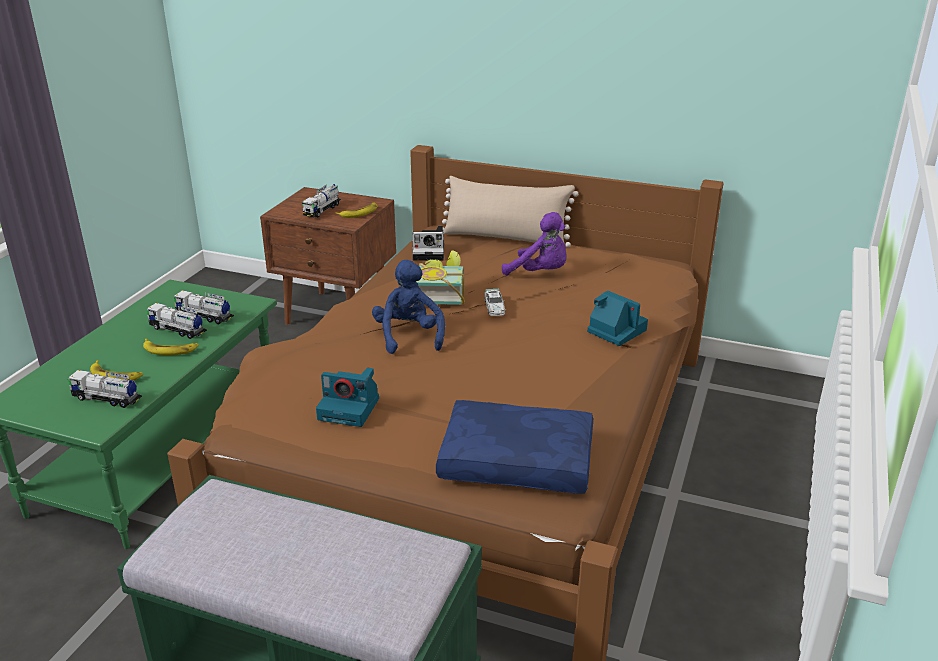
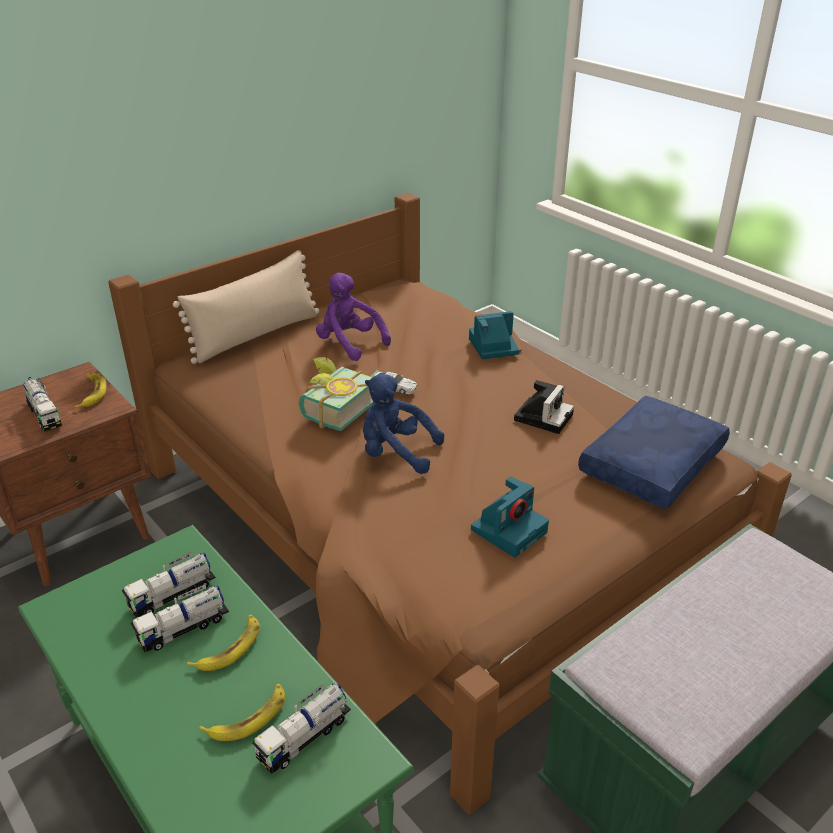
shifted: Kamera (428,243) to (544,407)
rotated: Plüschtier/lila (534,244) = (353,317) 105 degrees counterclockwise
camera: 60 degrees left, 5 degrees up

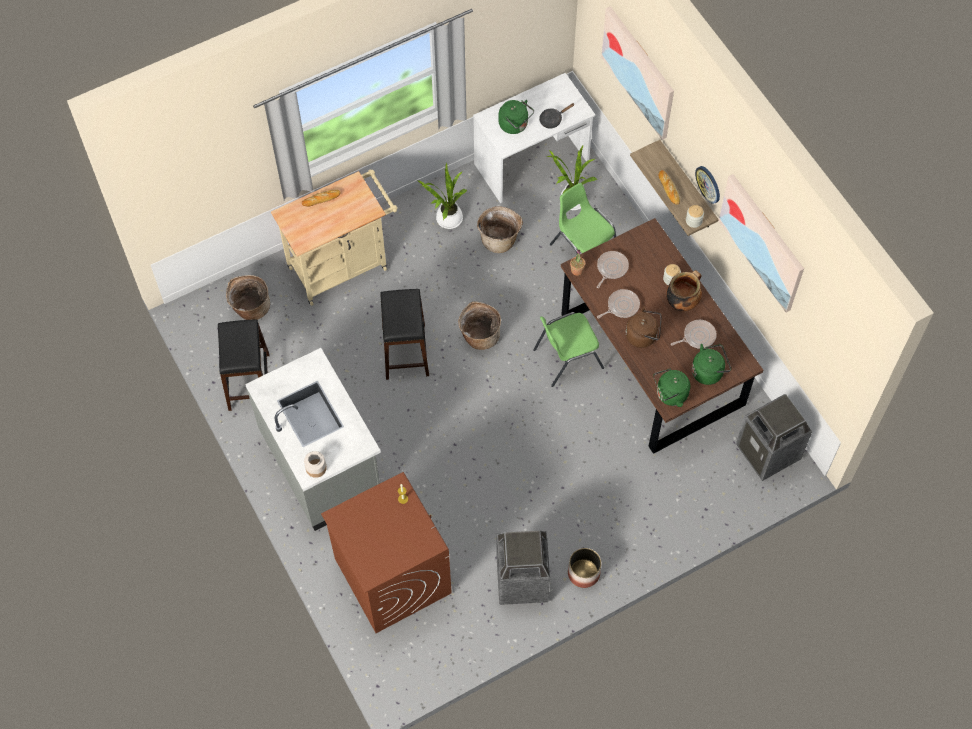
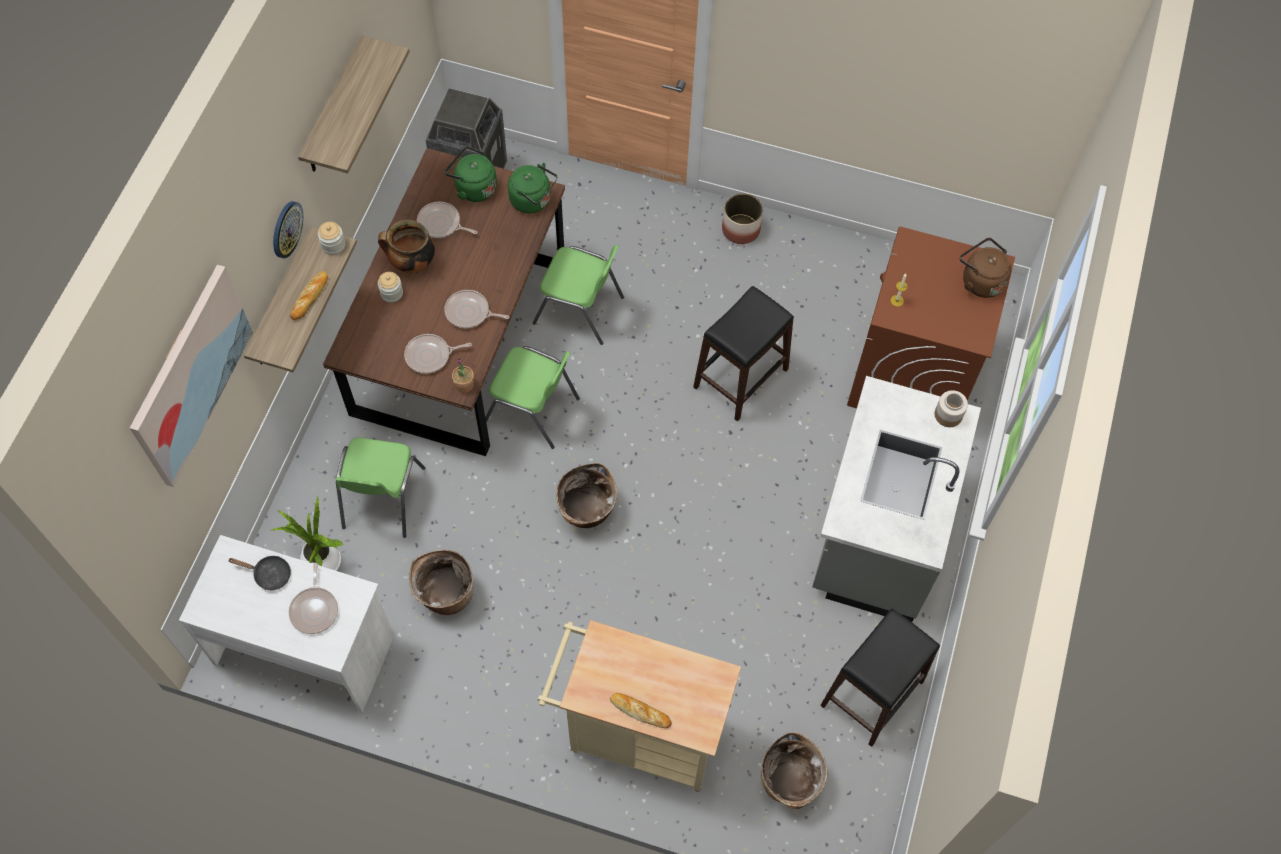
gone: Topfpflanze (442,196); Mülleimer (523,568)
new: Stuhl/grün (578,295)
shifted: Hocker/schwarz (404,334) to (743,354); Wasserkessel/braun (644,327) to (985,268)
swapped: Wasserkessel/grün (516,117) to Pfanne (313,598); Bild (761,243) to Wandregal (353,104)
camera: 135 degrees left, 0 degrees up

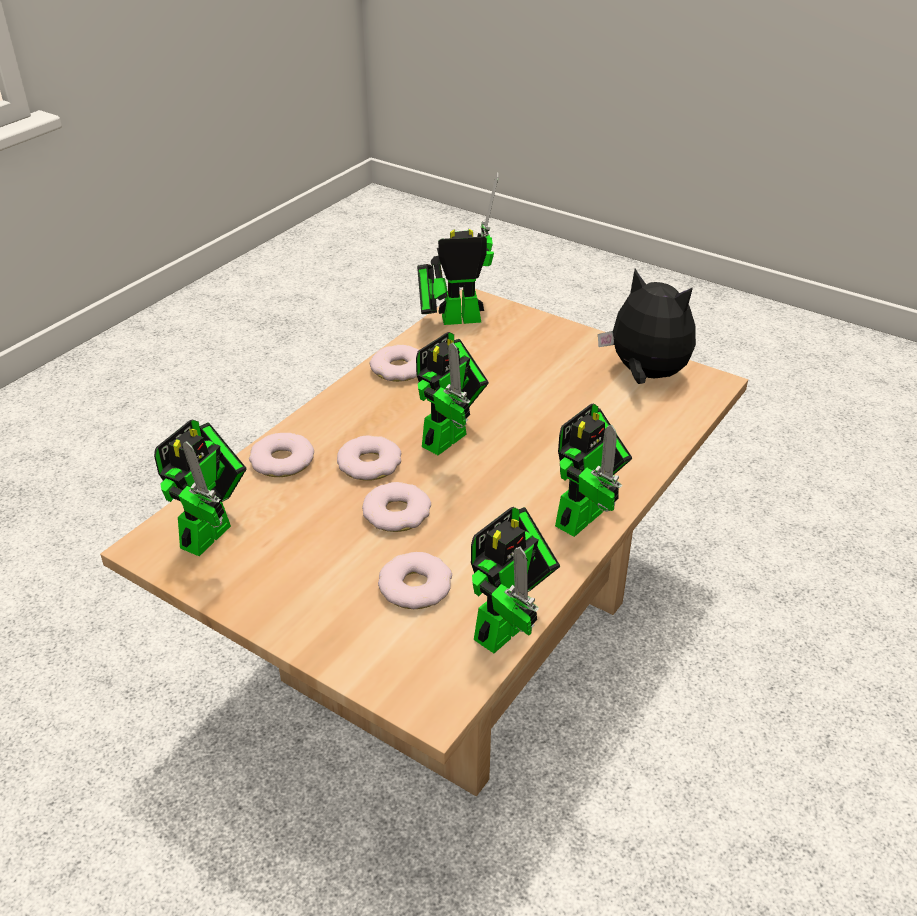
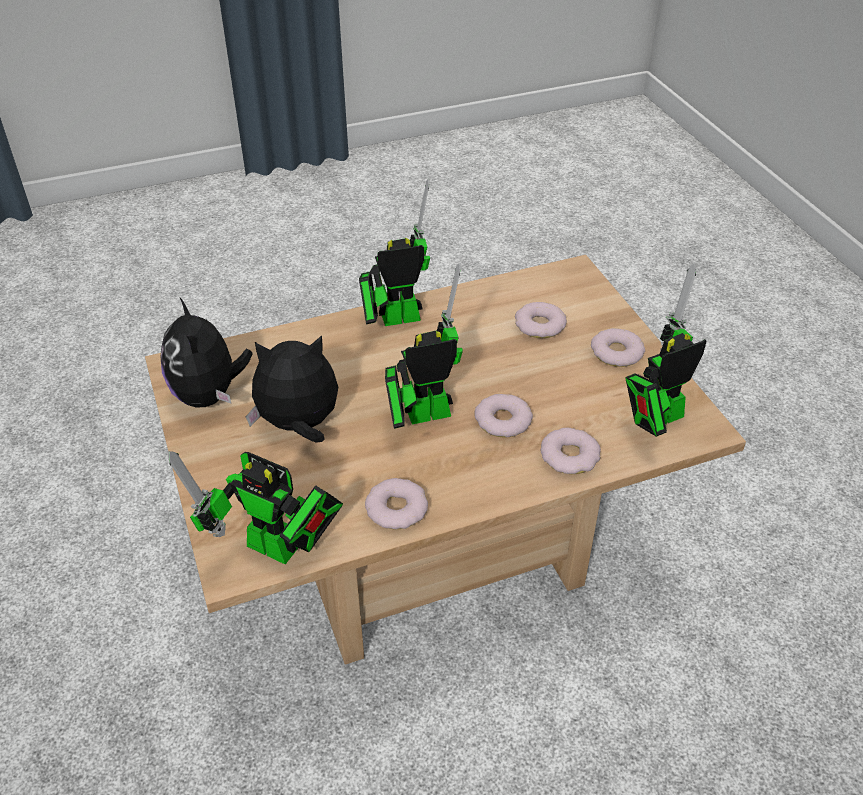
gone: Spielzeugroboter (515,580)
new: Plüschtier (292,389)
shifted: Donut (396,507) to (618,347)
camera: 145 degrees left, 5 degrees up

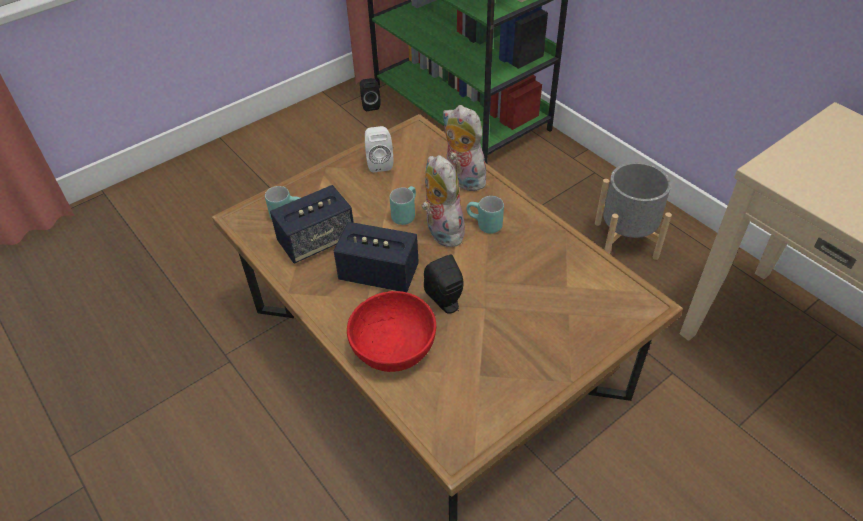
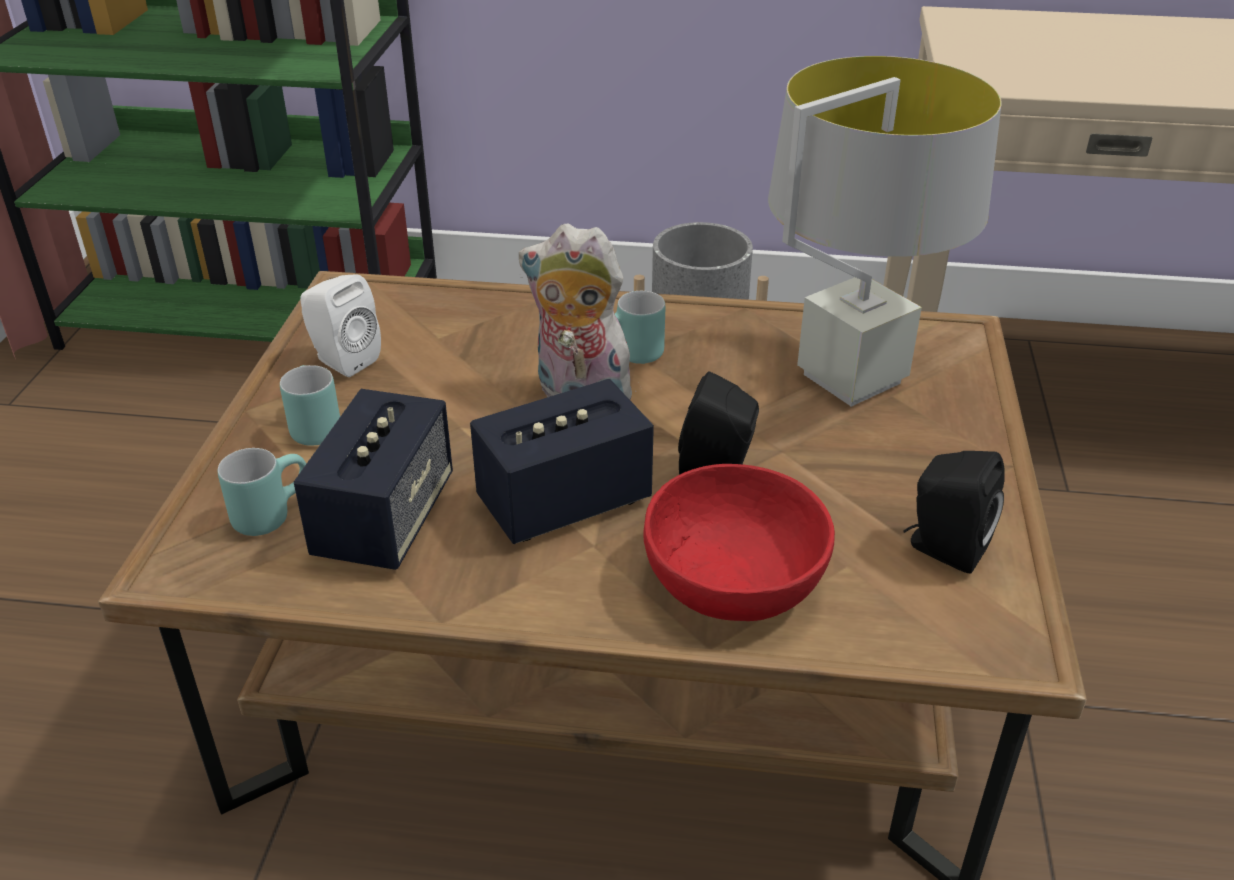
gone: Plüschtier (465,148)
new: Tischlampe/grau (885,231)
shifted: Lautsprecher/schwarz (370,94) to (954,512); Henkelbecher/türkis (403,205) to (310,405)
camera: 45 degrees left, 10 degrees down

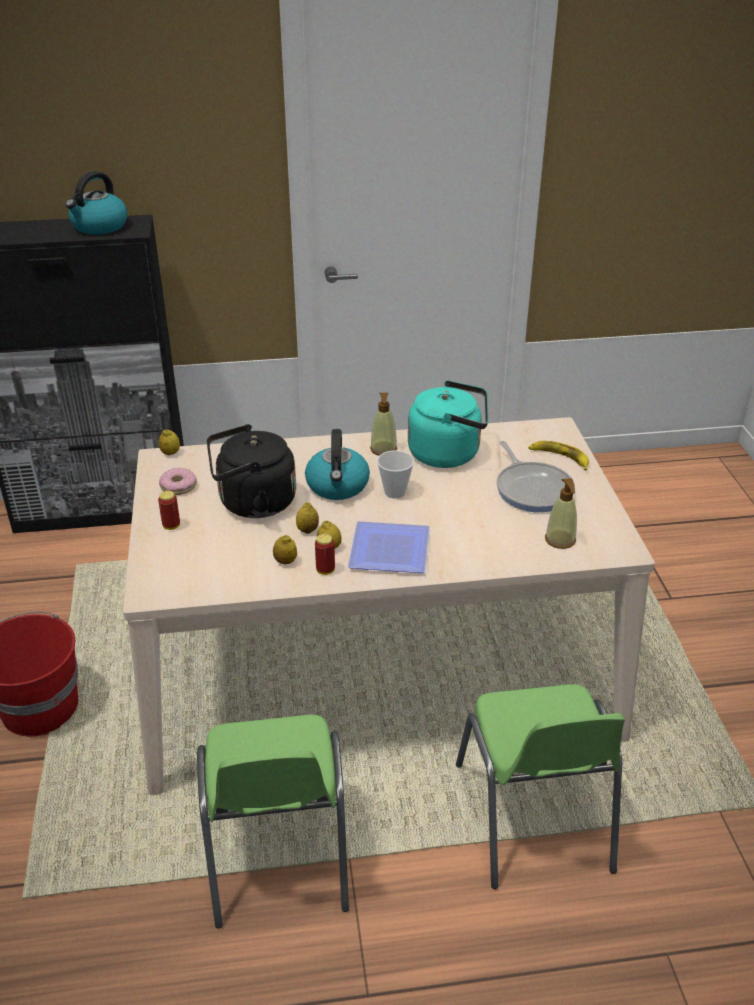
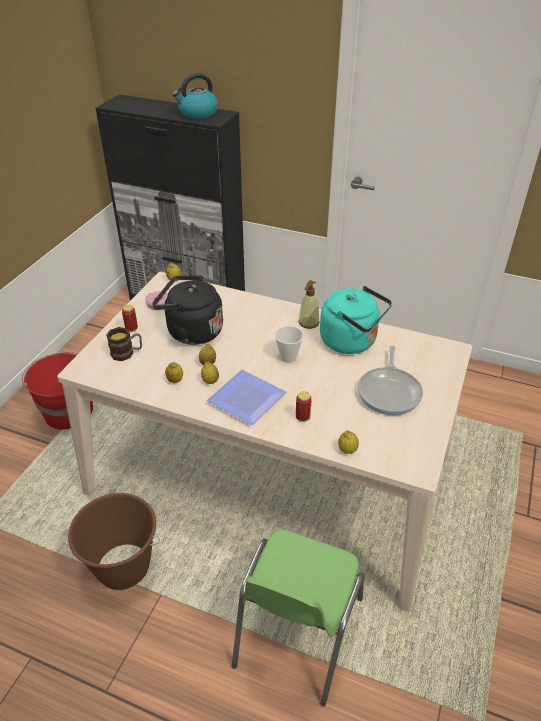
gone: Wasserkessel (337,464); Banane (558,456); Seifenspender (561,513)
new: Henkelbecher (124,344); Zitrone (348,442)
shifted: Dose (325,554) to (304,406)
swapped: Stuhl/grün (273,821) to Eimer/braun (114,541)
camera: 30 degrees right, 5 degrees up

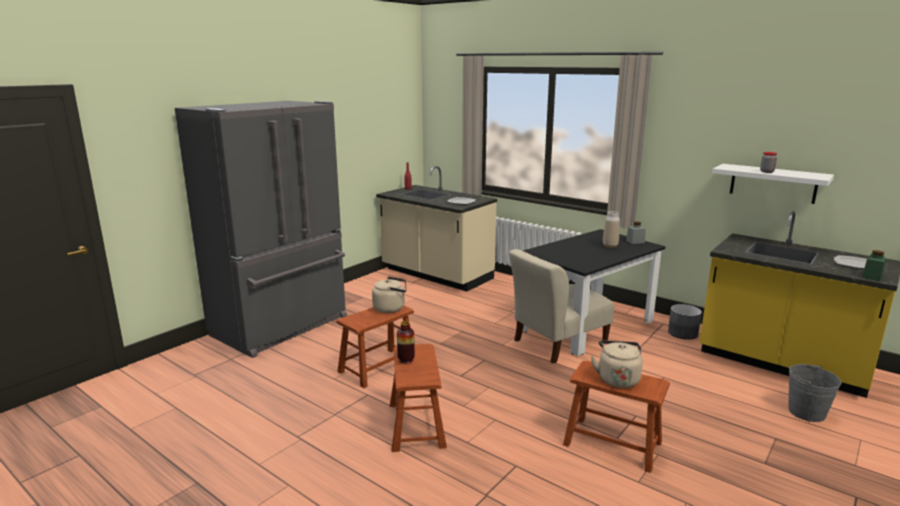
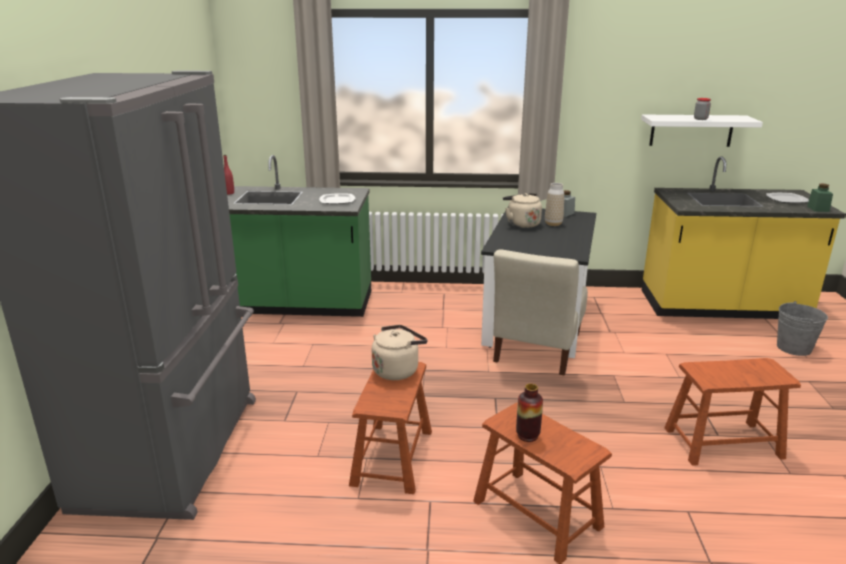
gone: Pflanzkübel/grau (685,322)
shifted: Wasserkessel/beige (617,364) to (522,210)
repainted: Küchenzeile/beige (436,228) to Küchenzeile/grün (299,236)
camera: 35 degrees left, 5 degrees up

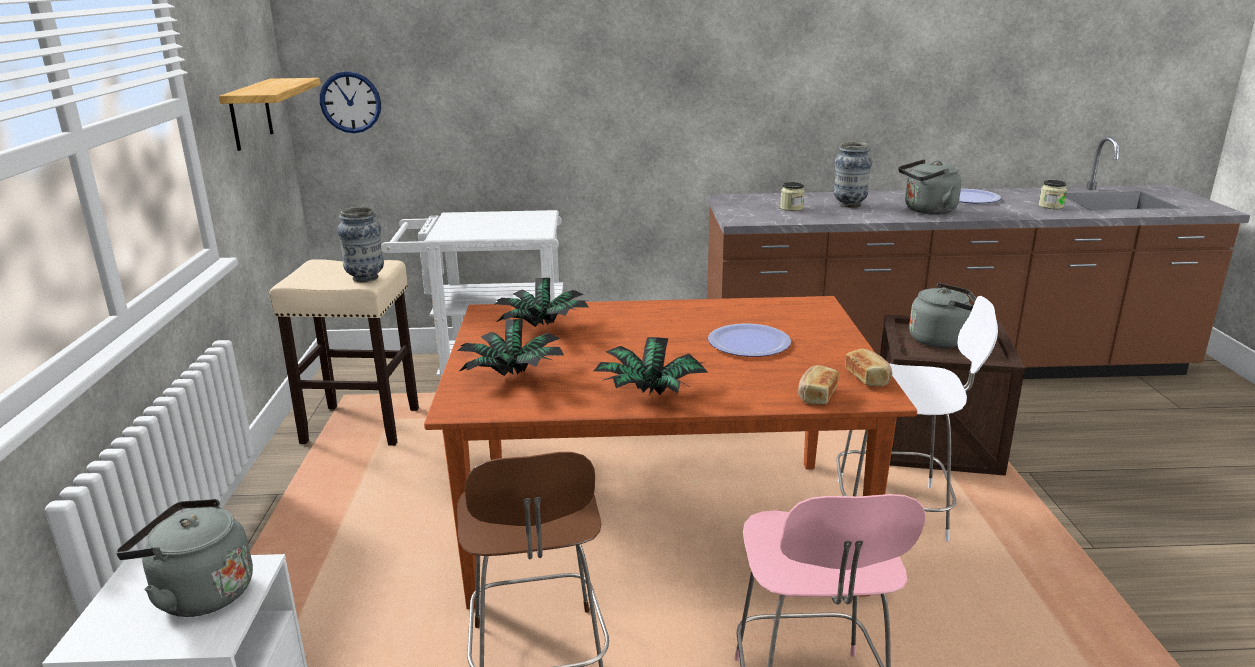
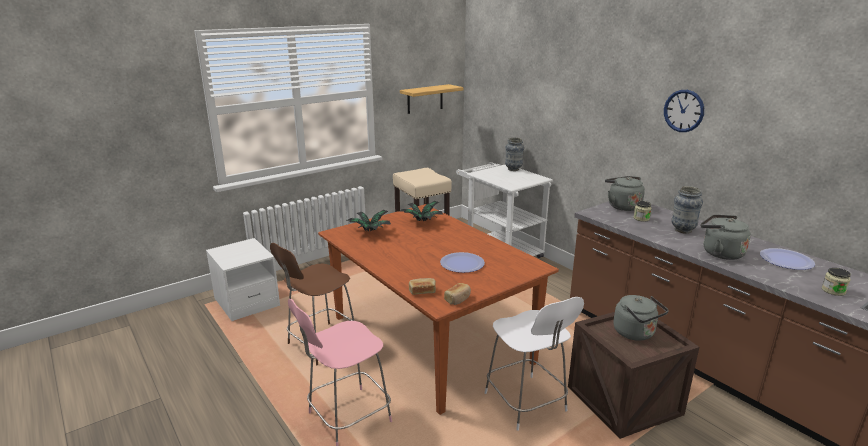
gone: Topfpflanze (651,366)
shifted: Wasserkessel/grau (184,558) to (625,193); Wanduhr (350,102) to (684,111); Vase (360,244) to (514,154)
camera: 55 degrees right, 0 degrees up

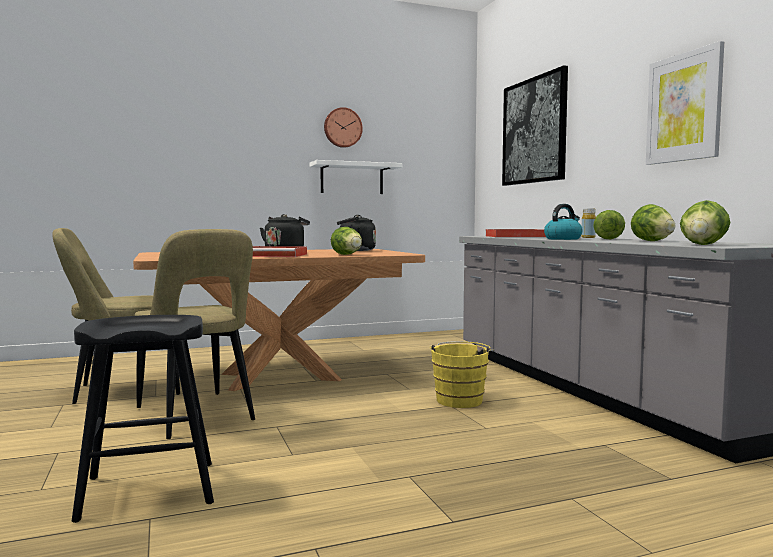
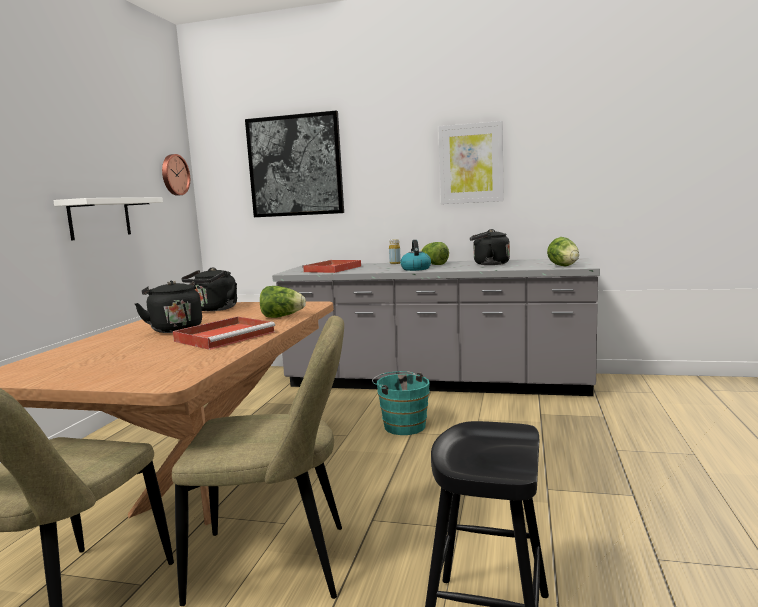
shifted: Wanduhr (343,127) to (176,175)
swapped: Salatkopf (653,222) to Wasserkessel/schwarz (490,247)
repainted: Eimer/gelb (462,374) to Eimer/türkis (401,403)
camera: 55 degrees left, 5 degrees up

